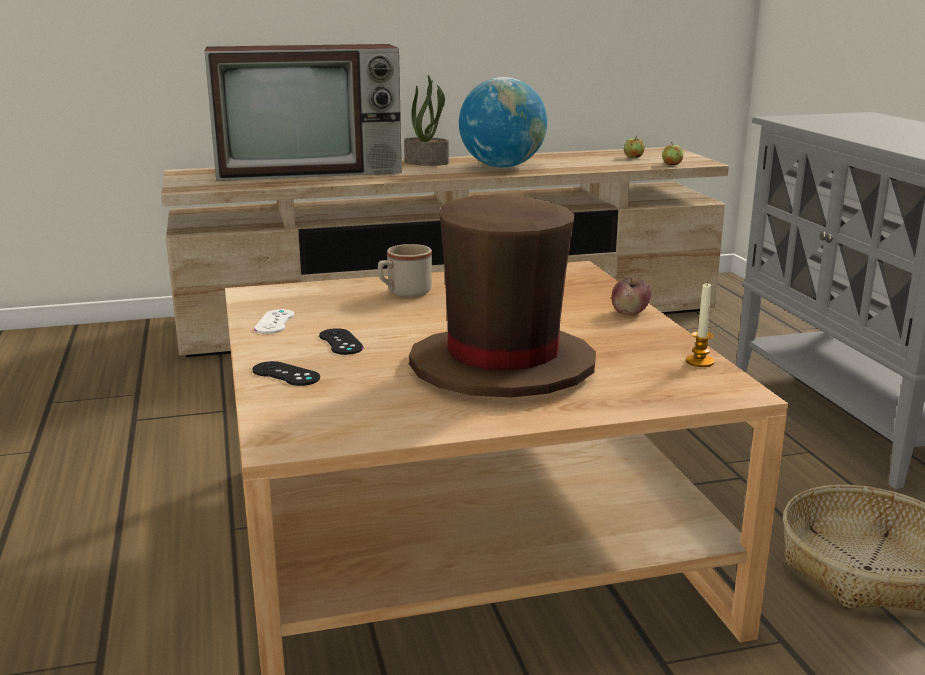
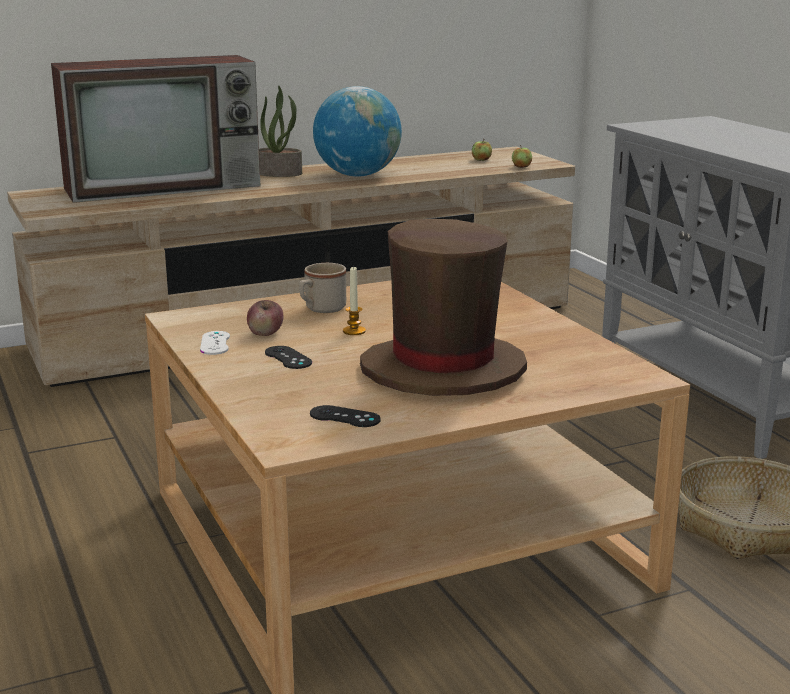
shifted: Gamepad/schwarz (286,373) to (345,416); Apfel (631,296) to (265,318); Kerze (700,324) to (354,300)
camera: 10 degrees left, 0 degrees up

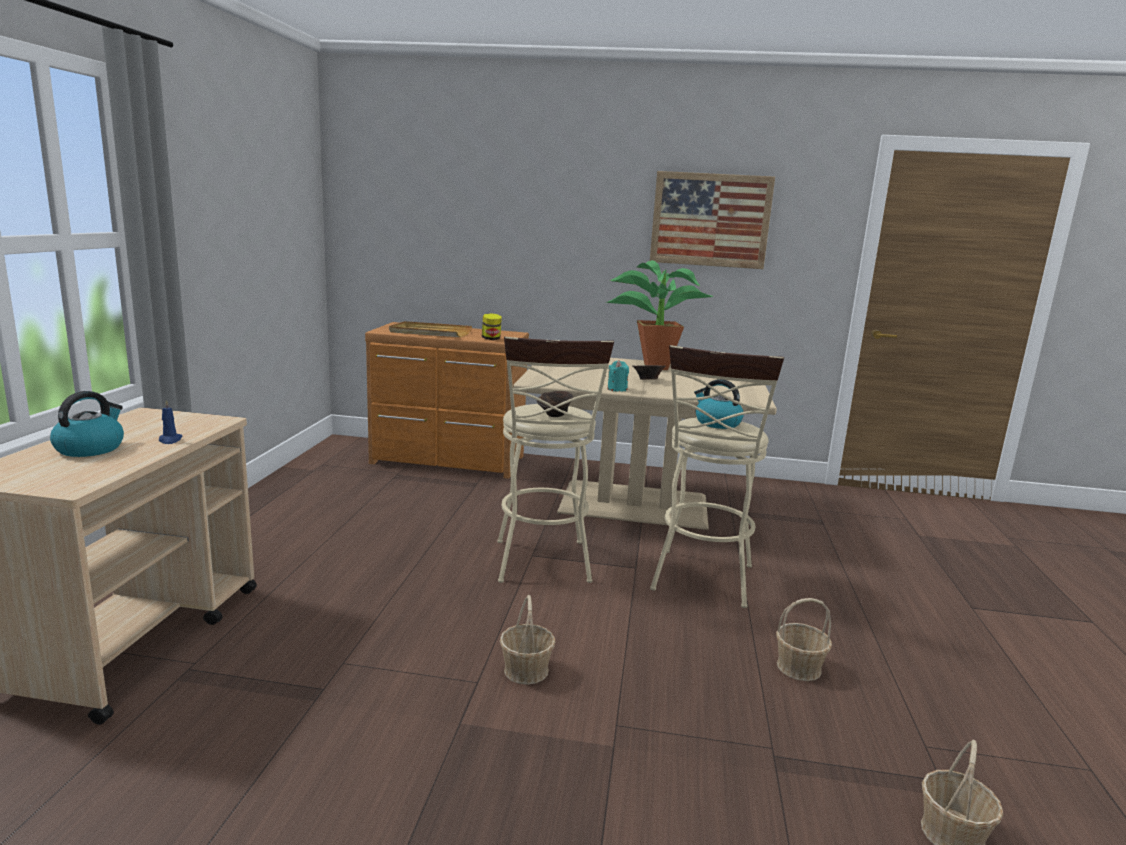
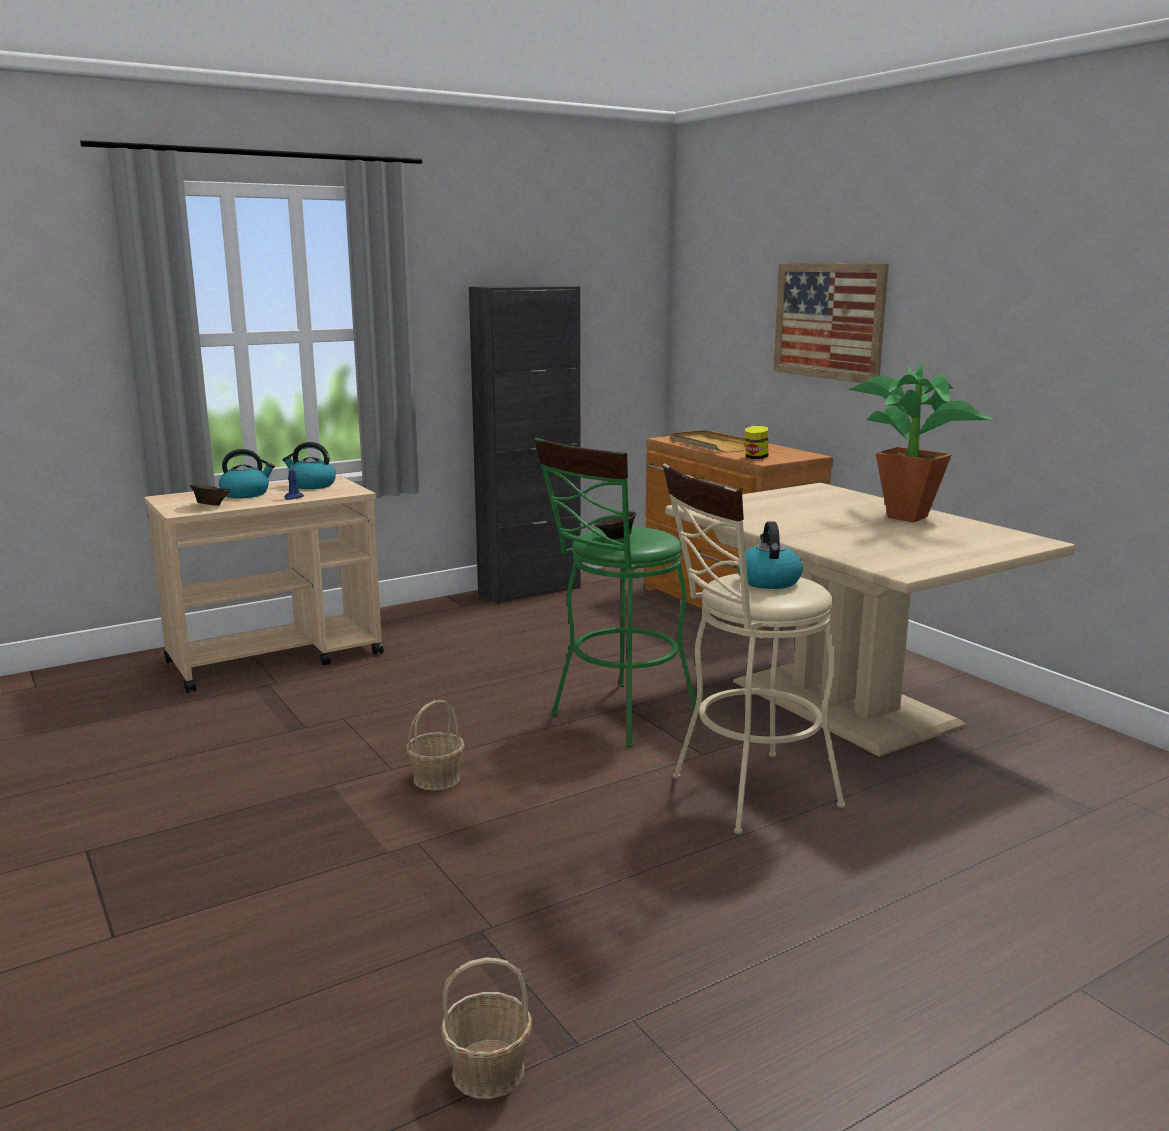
gone: Kerze/türkis (618,376); Korb (804,639)
new: Wasserkessel (309,465); Schrank/schwarz (525,444)
shifted: Schüssel/braun (648,372) to (210,495); Bild (712,220) to (831,323)
repainted: Hocker/beige (555,460) to Hocker/grün (616,592)
camera: 50 degrees right, 0 degrees up

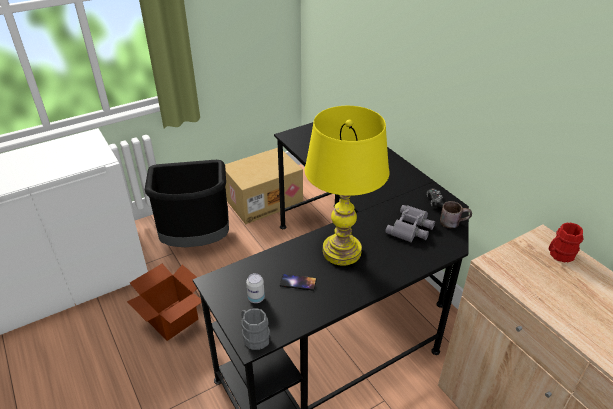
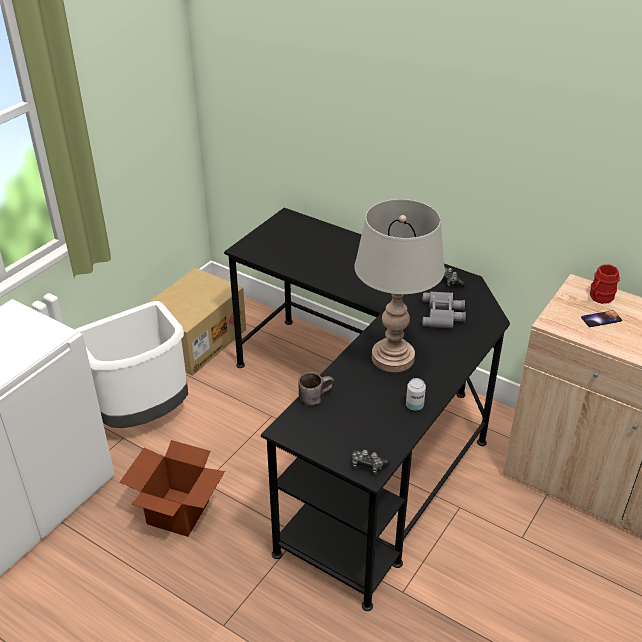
shifted: Dose (255,288) to (416,394); Handy (298,282) to (601,318); Henkelbecher/braun (456,214) to (316,389)
swapped: Henkelbecher/grau (255,329) to Gamepad (370,461)
repainted: Mülleimer/schwarz (187,203) to Mülleimer/weiß (131,364); Tischlampe/gelb (347,186) to Tischlampe/grau (399,285)
camera: 25 degrees left, 0 degrees up

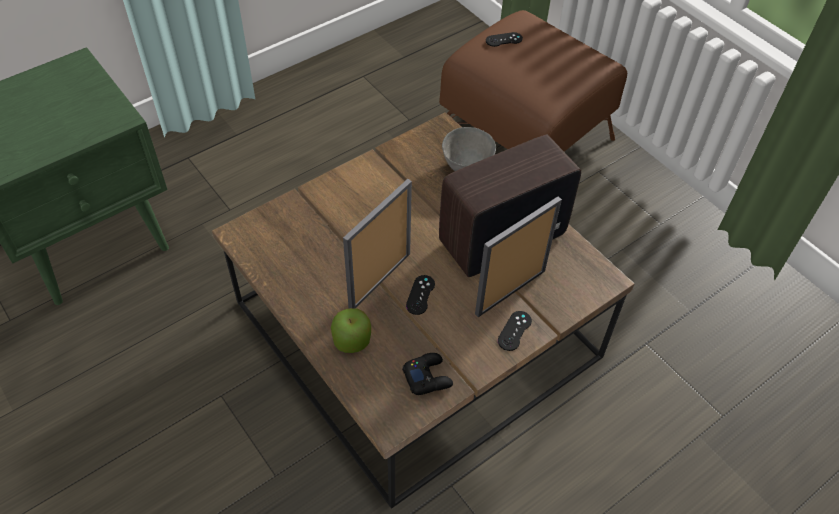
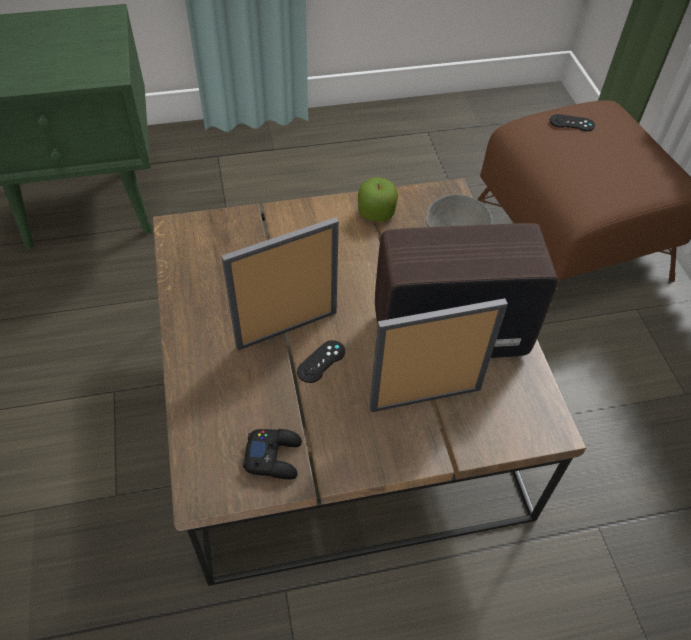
gone: Gamepad/schwarz (515,331)
shifted: Apfel (351,330) to (378,199)
camera: 25 degrees right, 0 degrees up

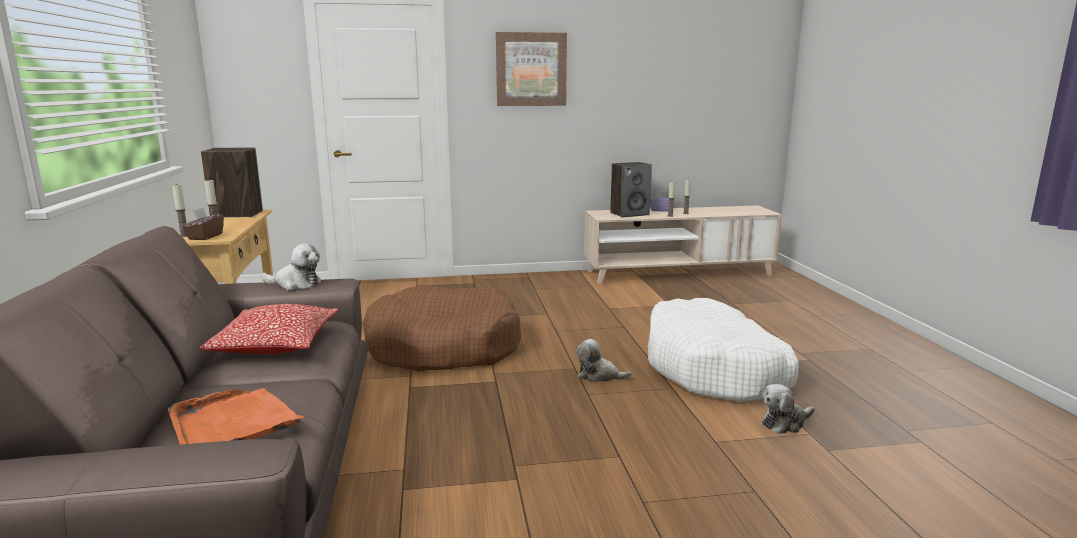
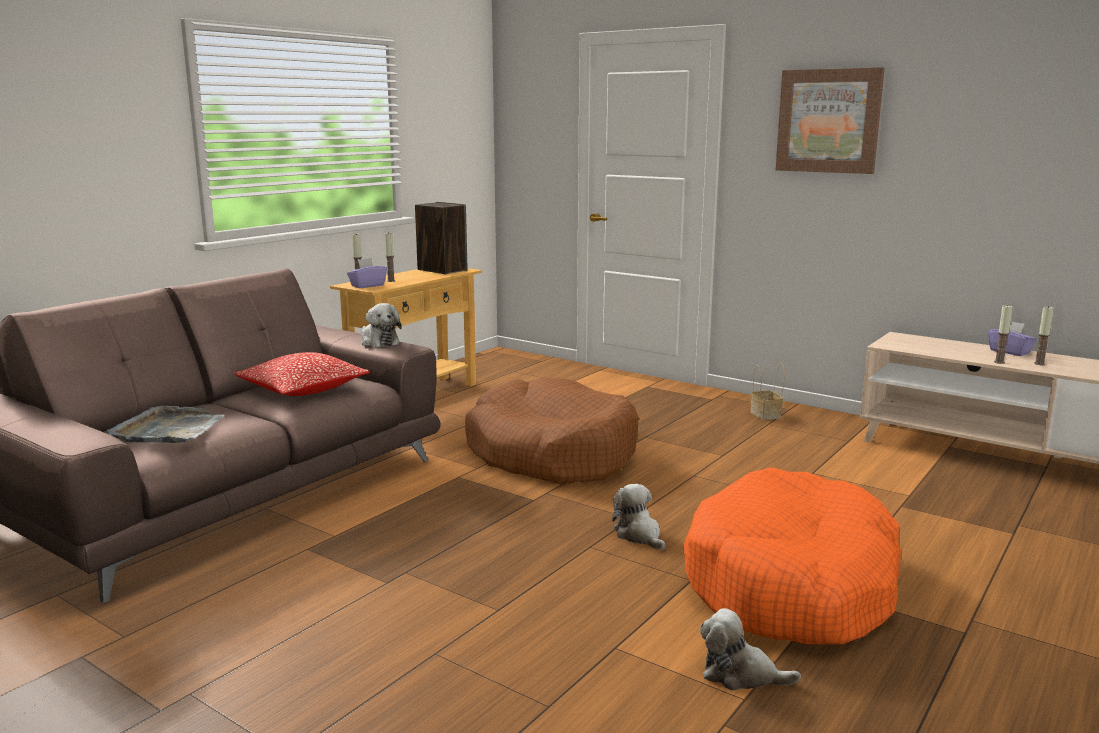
gone: Lautsprecher (631,189)
new: Korb (768,391)
repainted: Tablett/orange (236,416) to Tablett/grau (166,424); Taschentuchbox/braun (203,224) to Taschentuchbox/lila (367,273); Hundebett/weiß (723,350) to Hundebett/orange (792,555)
camera: 45 degrees right, 0 degrees up

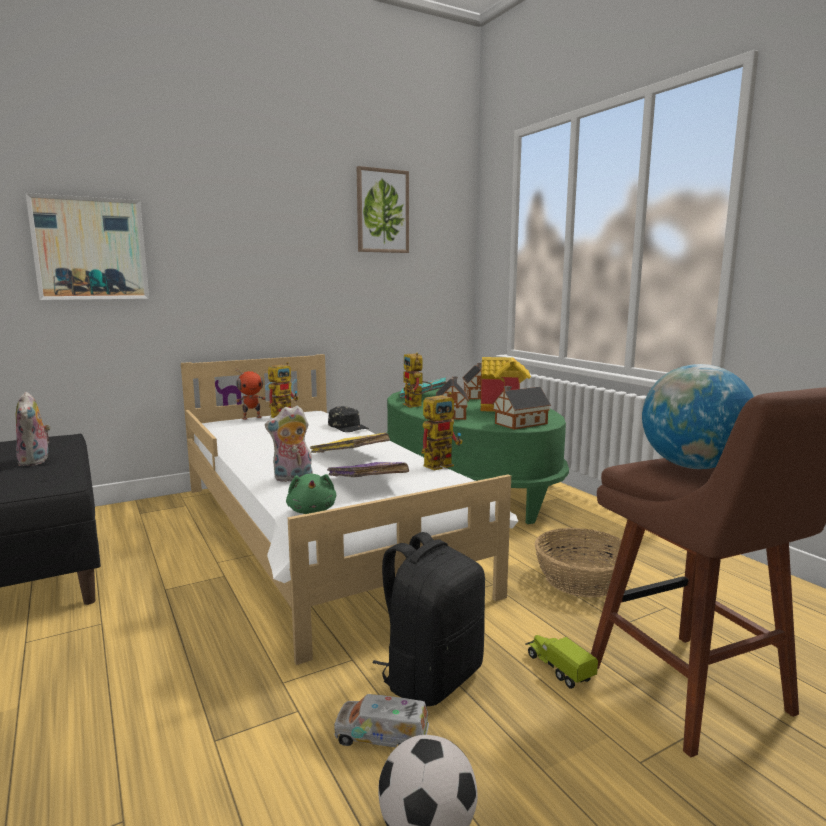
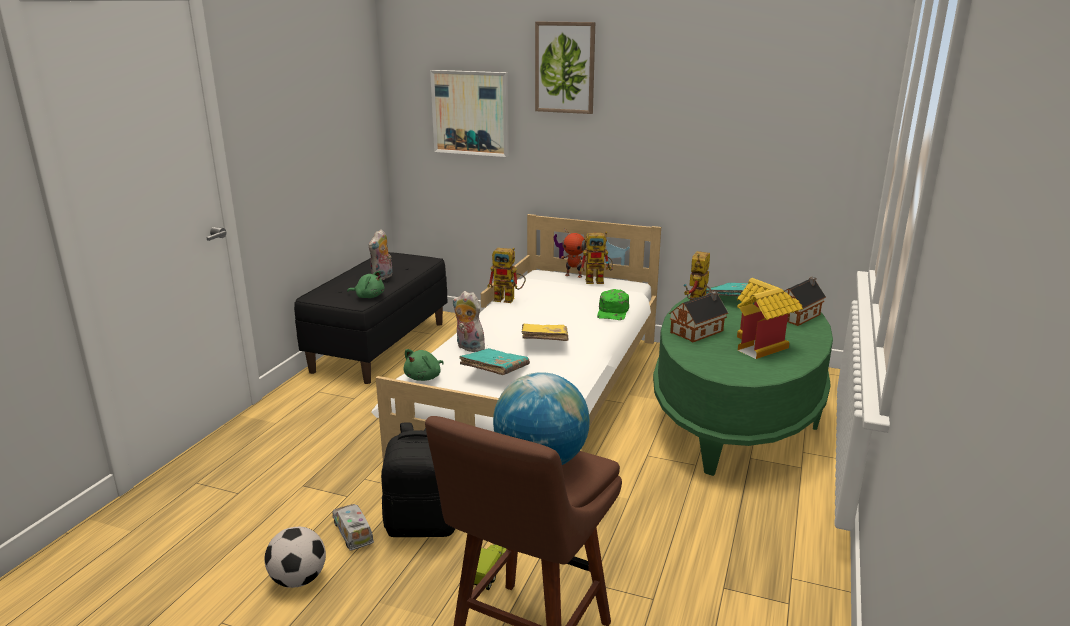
gone: Spielzeughaus (521,407); Korb (578,562)
new: Plüschtier/grün (365,284)
shifted: Bild (383,209) to (565,68); Spielzeugroboter (442,431) to (506,275)
repainted: Buch/lila (368,469) to Buch/türkis (494,361); Kappe/schwarz (348,419) to Kappe/grün (613,304)
camera: 50 degrees right, 10 degrees up

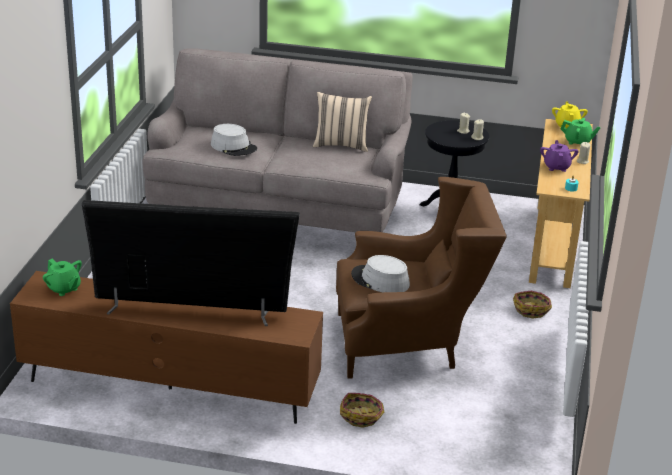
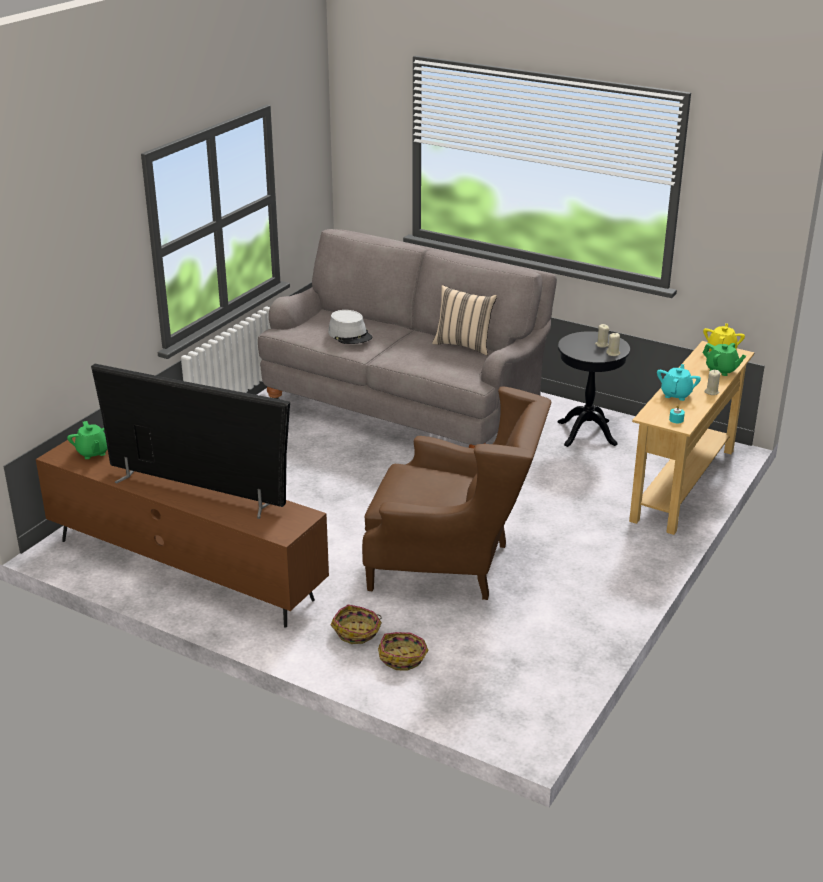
gone: Hut/grau (380,273)
shifted: Korb (532,304) to (403,651)
repainted: Teekanne/lila (559,156) to Teekanne/türkis (679,382)
camera: 20 degrees right, 0 degrees up

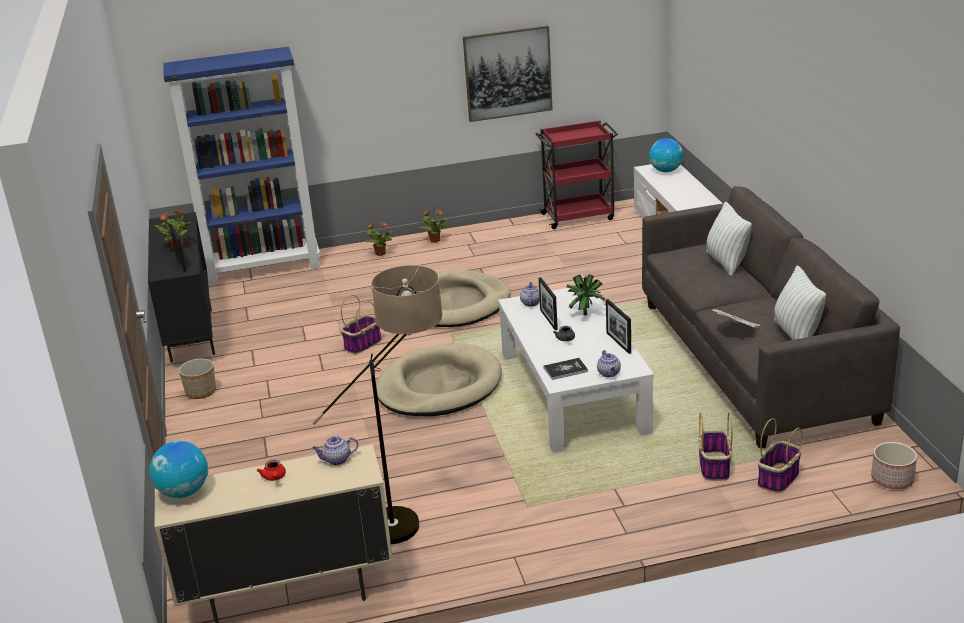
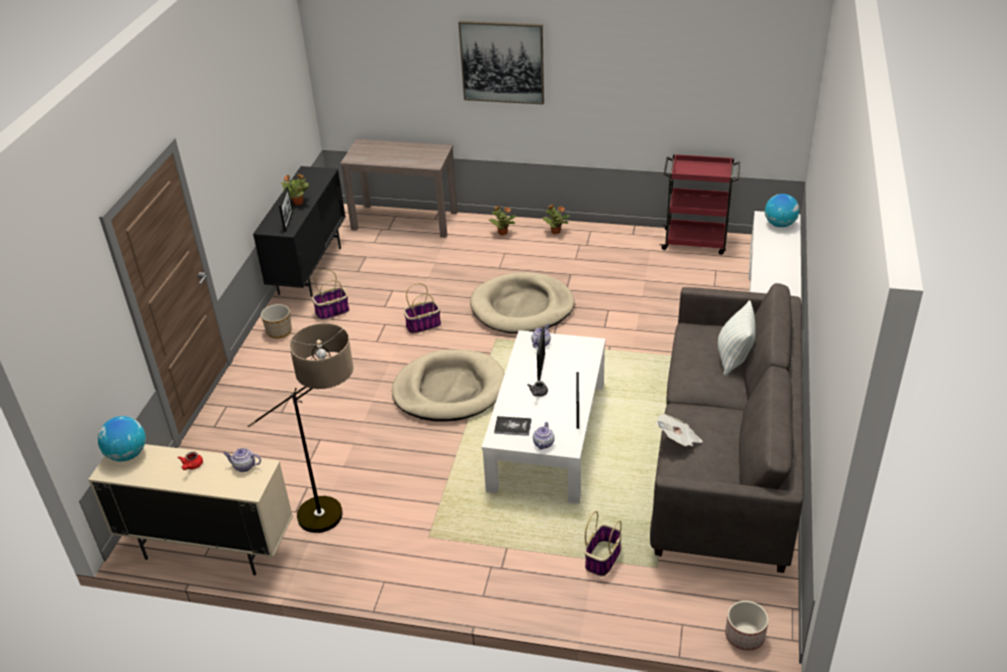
gone: Topfpflanze (586,295); Kissen (800,302)
shifted: Bild (508,73) to (501,62); Korb (780,455) to (330,295)
swapped: Bücherregal/blau (241,166) to Konsolentisch/braun (399,188)
camera: 25 degrees right, 10 degrees up

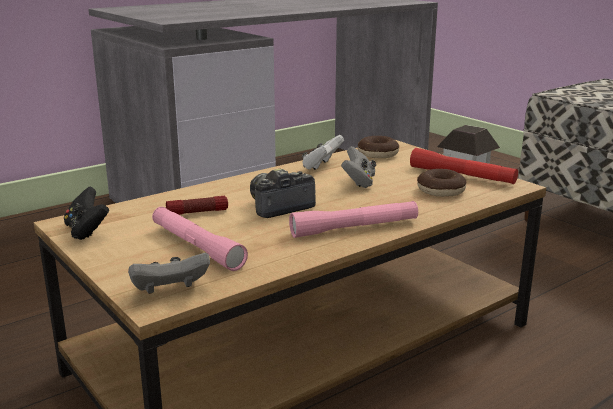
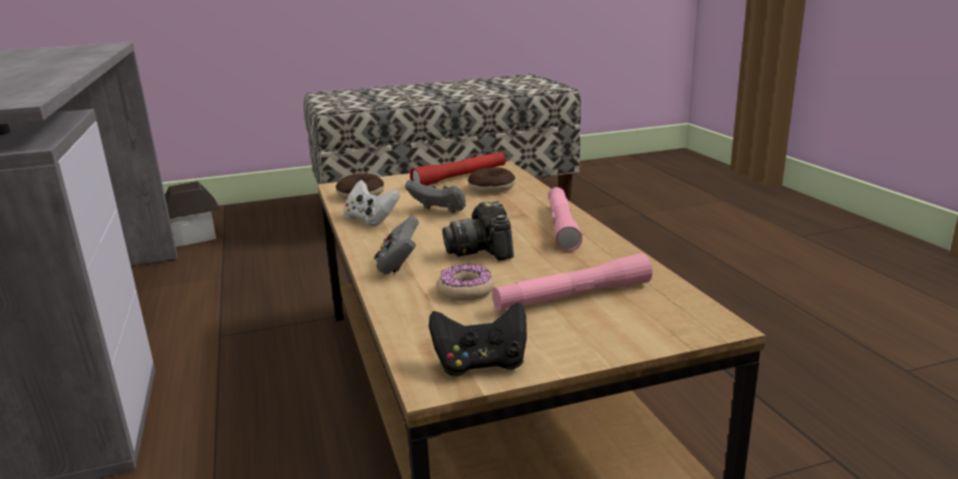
shifted: Gamepad/grau (169,273) to (396,245)
swapped: Taschenlampe (197,205) to Donut (465,282)
camera: 70 degrees left, 0 degrees up

